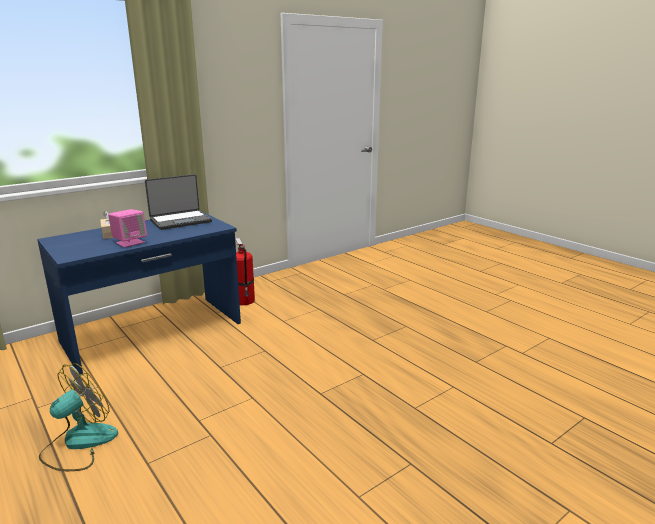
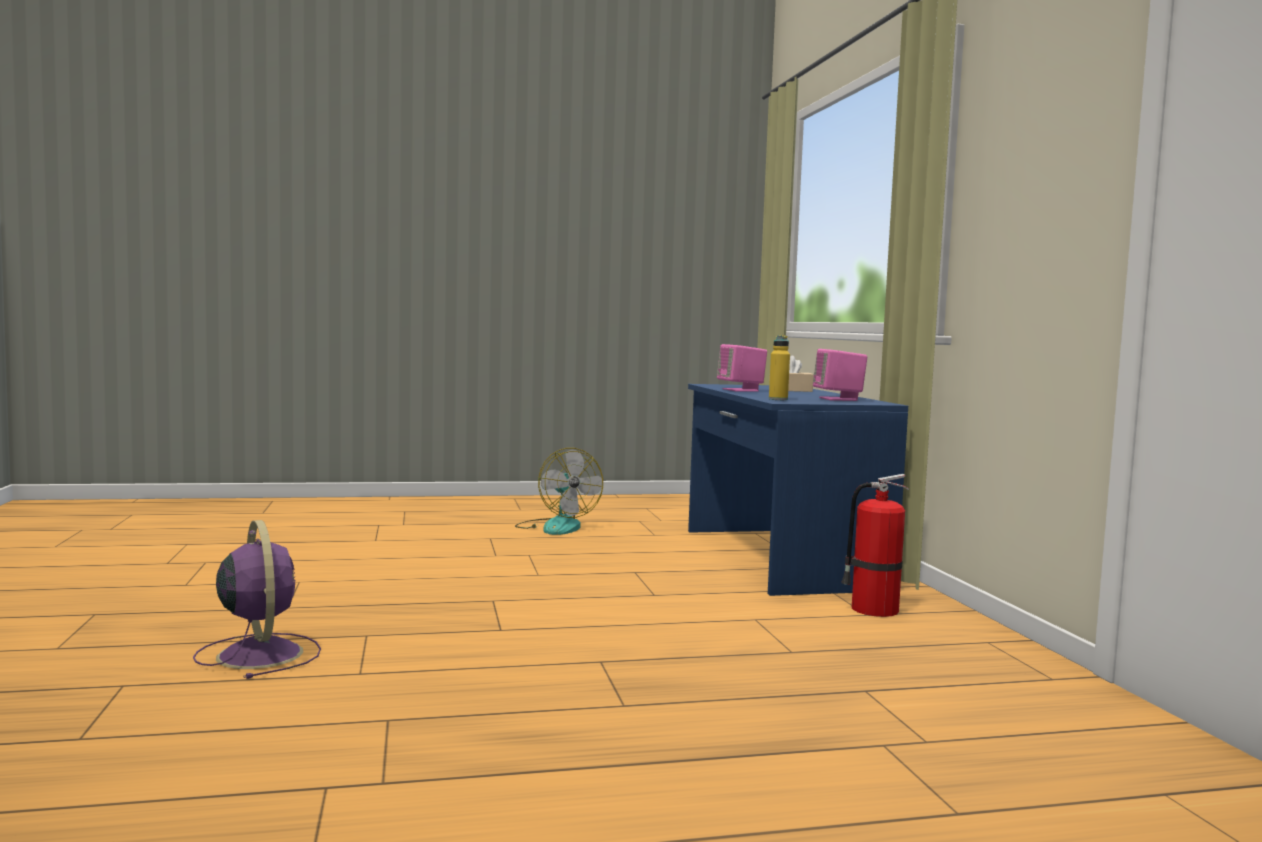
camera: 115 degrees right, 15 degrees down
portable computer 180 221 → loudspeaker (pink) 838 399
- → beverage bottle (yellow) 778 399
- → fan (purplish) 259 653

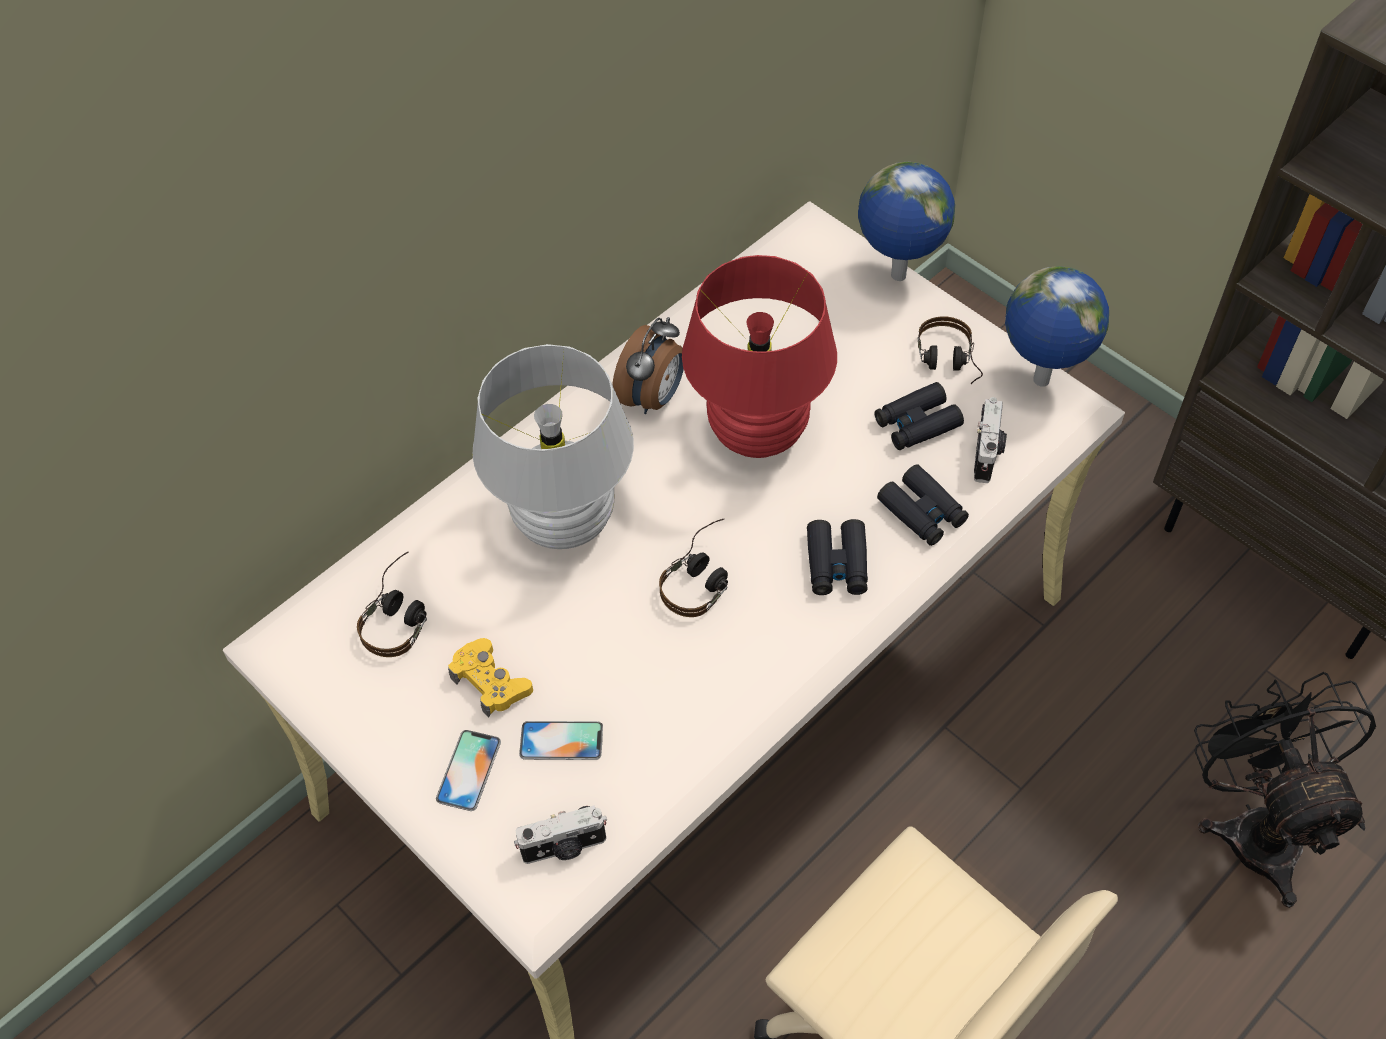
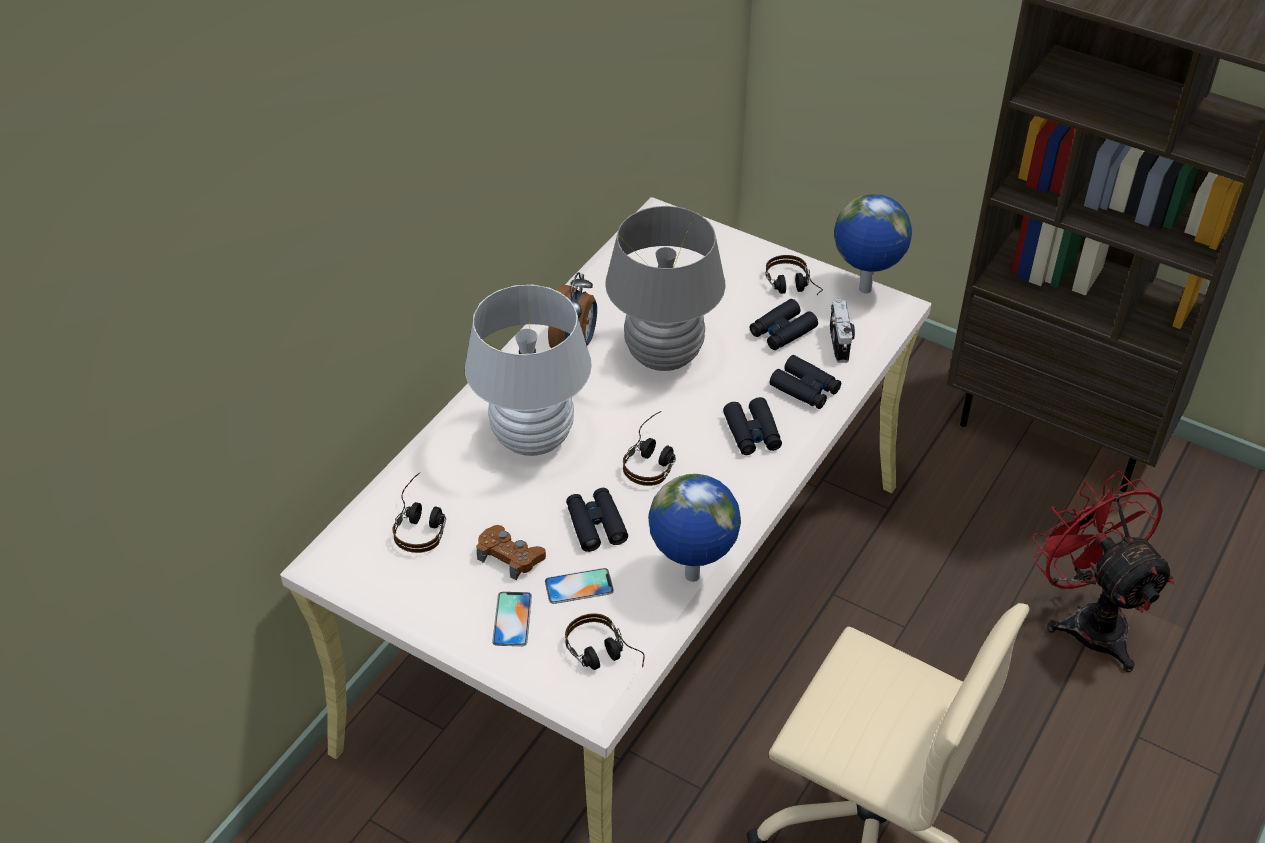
camera: 15 degrees left, 10 degrees down
desk globe 897 277 → desk globe 691 577, shifted
lamp for a table (red) 757 433 → lamp for a table (grey) 663 356
gamepad (yellow) 490 682 → gamepad (brown) 510 556
fan (black-coloured) 1255 825 → fan (red) 1088 620
photo camera 564 847 → headset 605 657
- → binoculars (black-coloured) 596 525

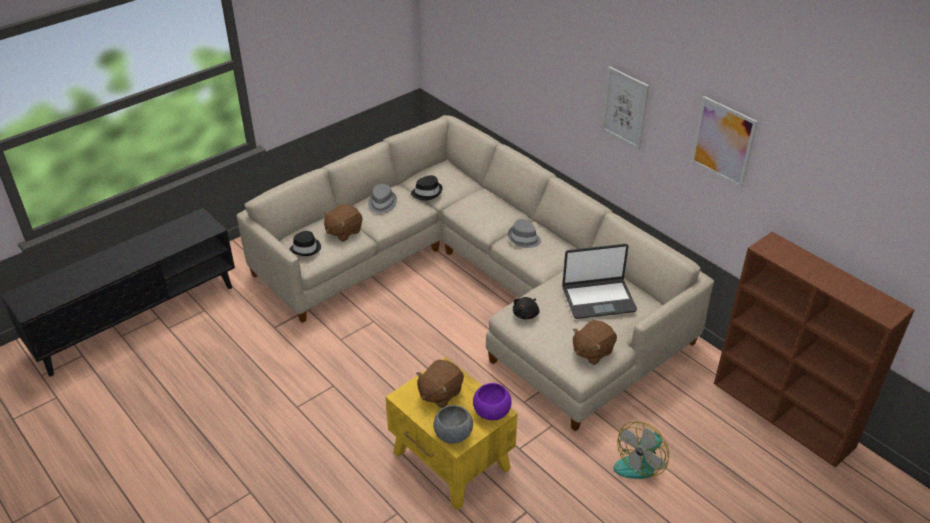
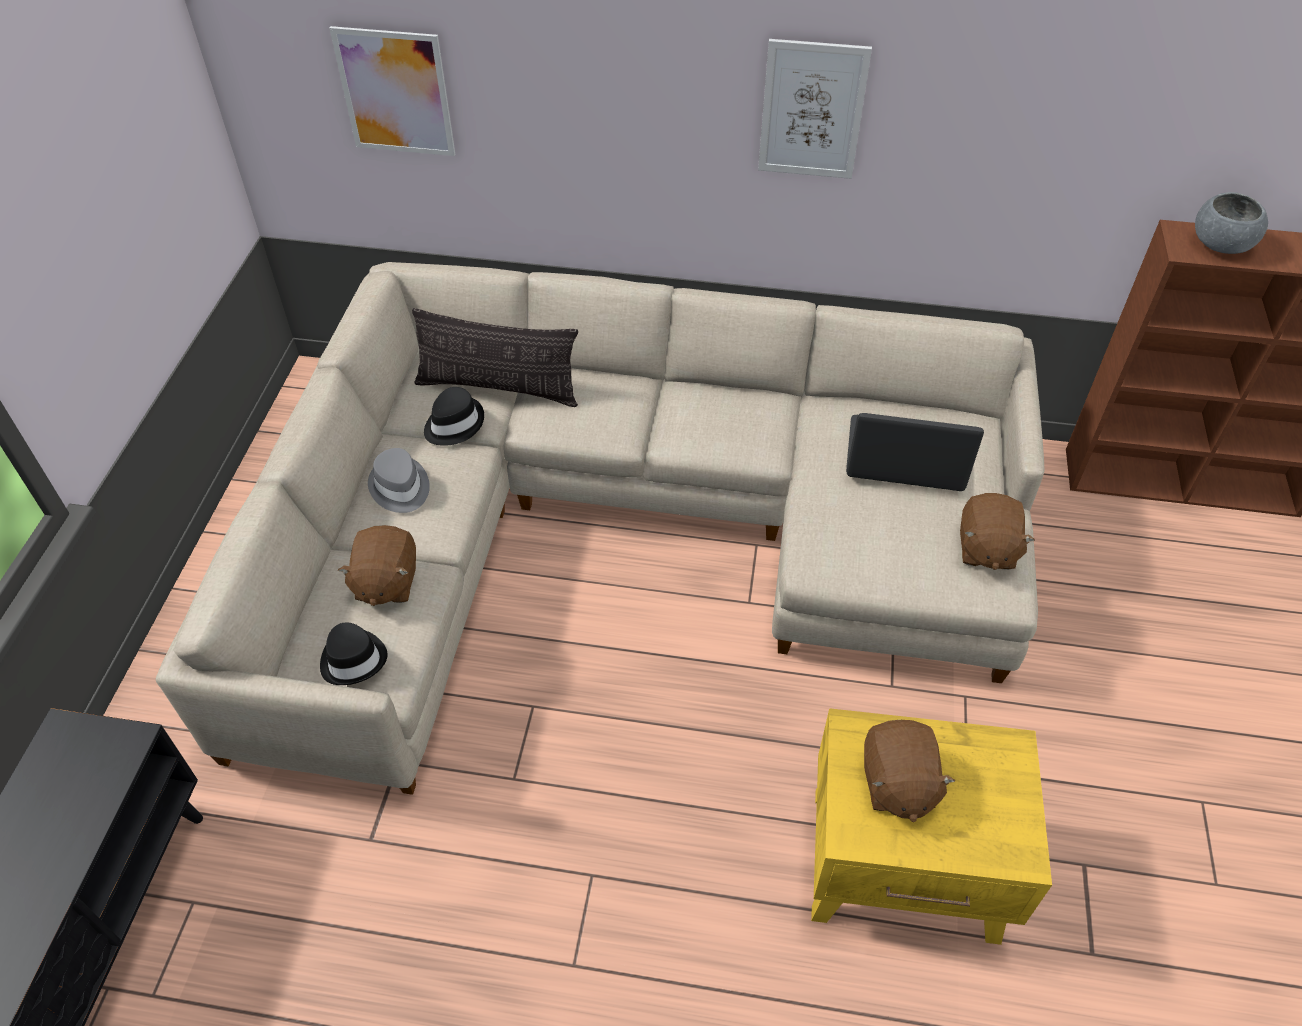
camera: 40 degrees left, 10 degrees up
wall art 723 141 → wall art 395 92, shifted
wearable hat (grey) 524 239 → -
portable computer 598 299 → portable computer 905 457, 120 degrees counterclockwise
soft toy (black-coloured) 526 314 → -
serving bowl (purplish) 491 411 → -
serving bowl (grey) 453 434 → serving bowl (grey) 1220 244, shifted
fan 641 462 → -
- → pillow 498 388

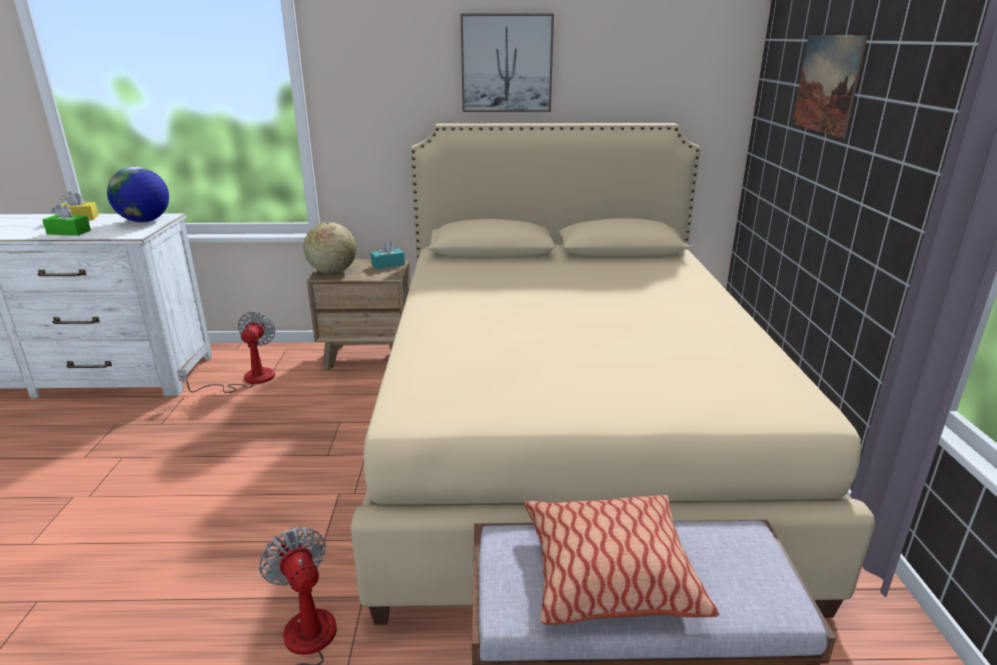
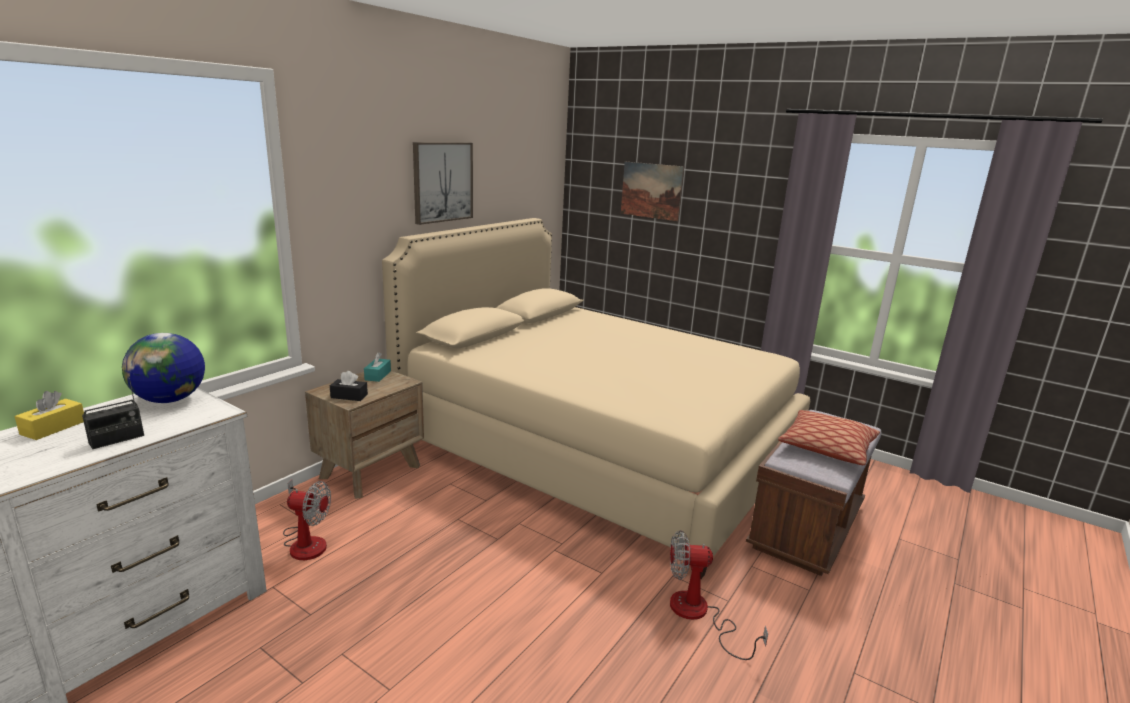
camera: 55 degrees left, 5 degrees down
box of tissues (green-coloured) 69 232 → radio 117 439
desk globe 332 272 → box of tissues (black-coloured) 349 396
fan 247 380 → fan 306 541, 150 degrees clockwise

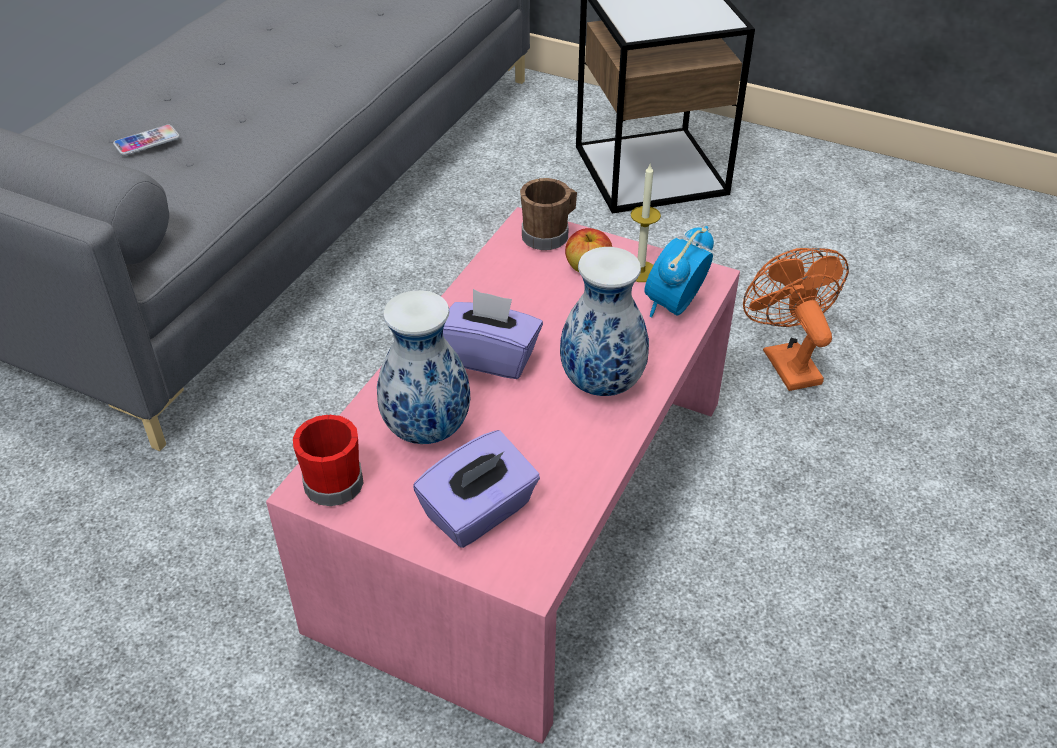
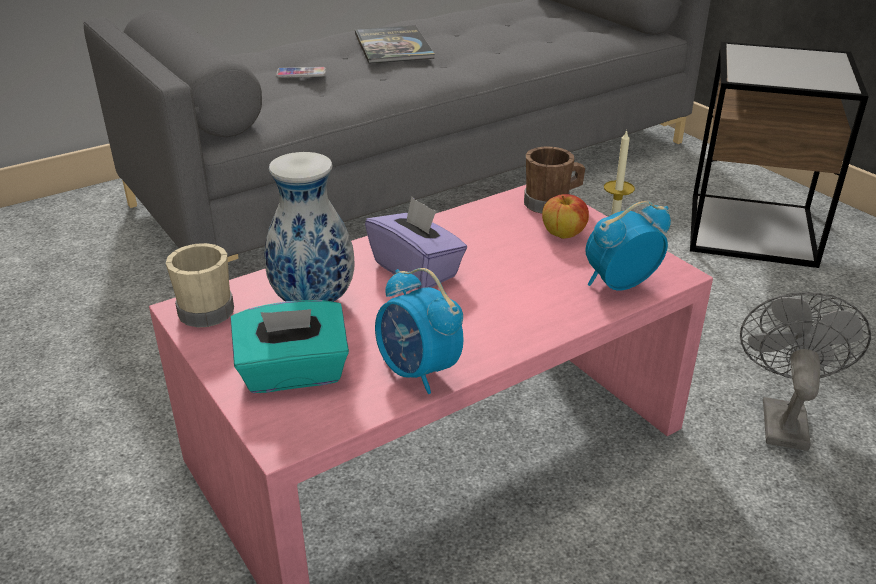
camera: 30 degrees right, 10 degrees down
flower vase 600 385 → -
fan (orange) 786 361 → fan (grey) 782 418
coffee mug (red) 331 478 → coffee mug (beige) 208 308
box of tissues (purplish) 479 512 → box of tissues (blue-green) 294 374
- → volume 393 46
- → alarm clock 418 371

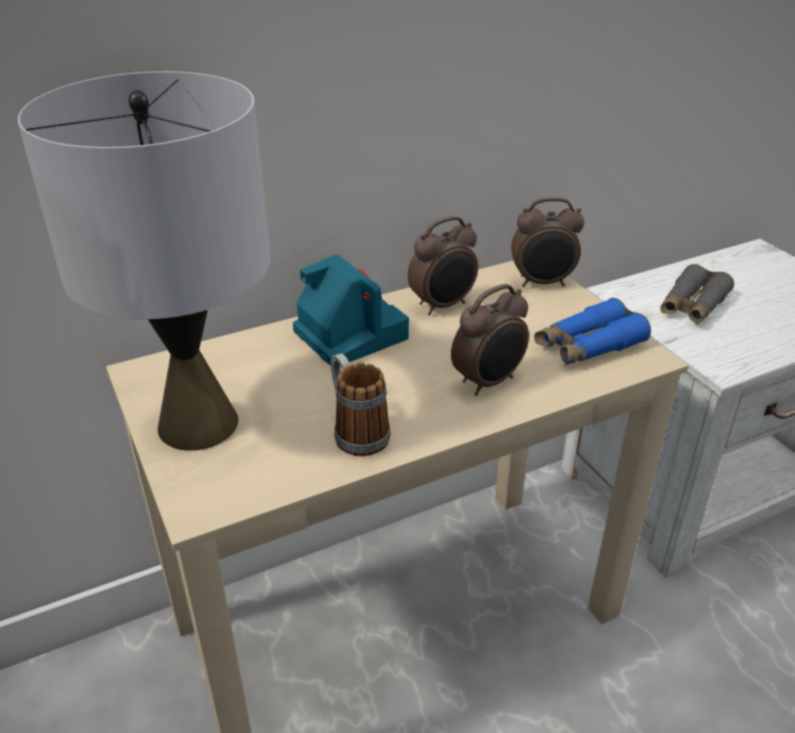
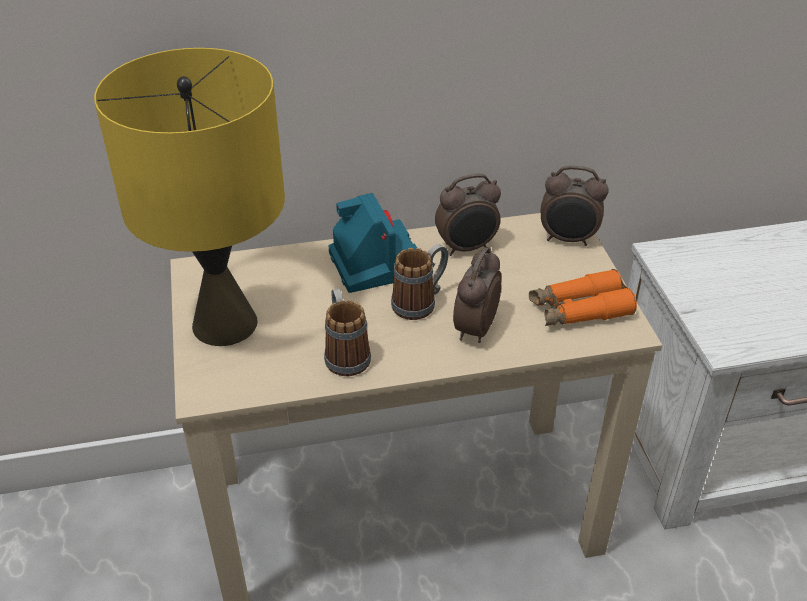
camera: 15 degrees right, 5 degrees up
lamp for a table (grey) 199 424 → lamp for a table (yellow) 225 324
binoculars (grey) 692 306 → -
alarm clock 489 382 → alarm clock 474 329, 135 degrees clockwise
binoculars (bluish) 588 346 → binoculars (orange) 579 310
- → coffee mug 420 302

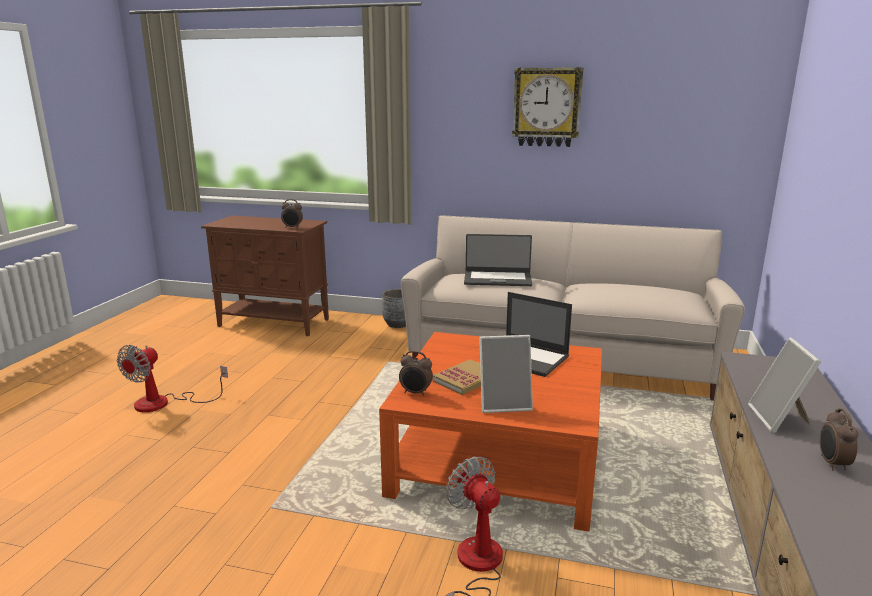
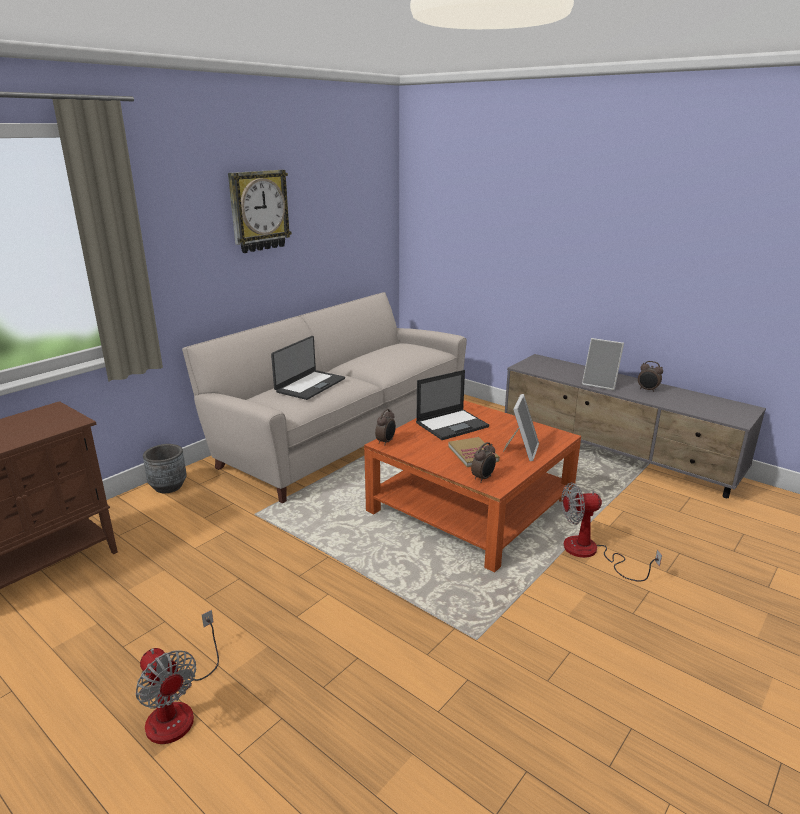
camera: 65 degrees left, 5 degrees up
alarm clock 292 227 → alarm clock 386 442, shifted

